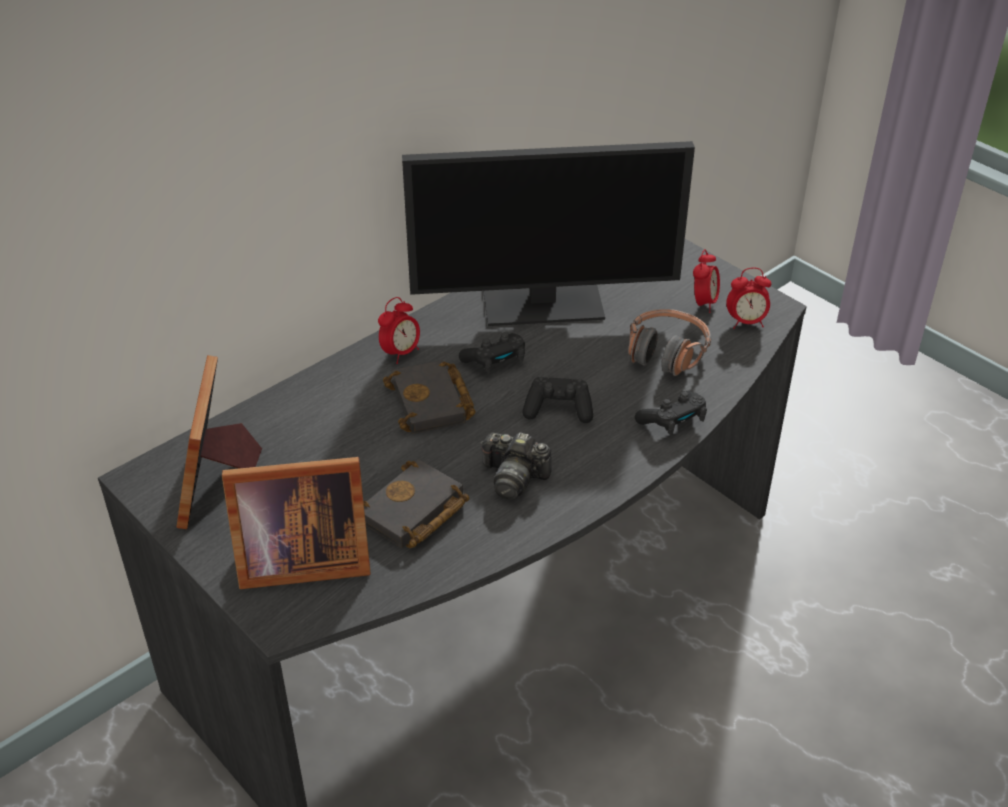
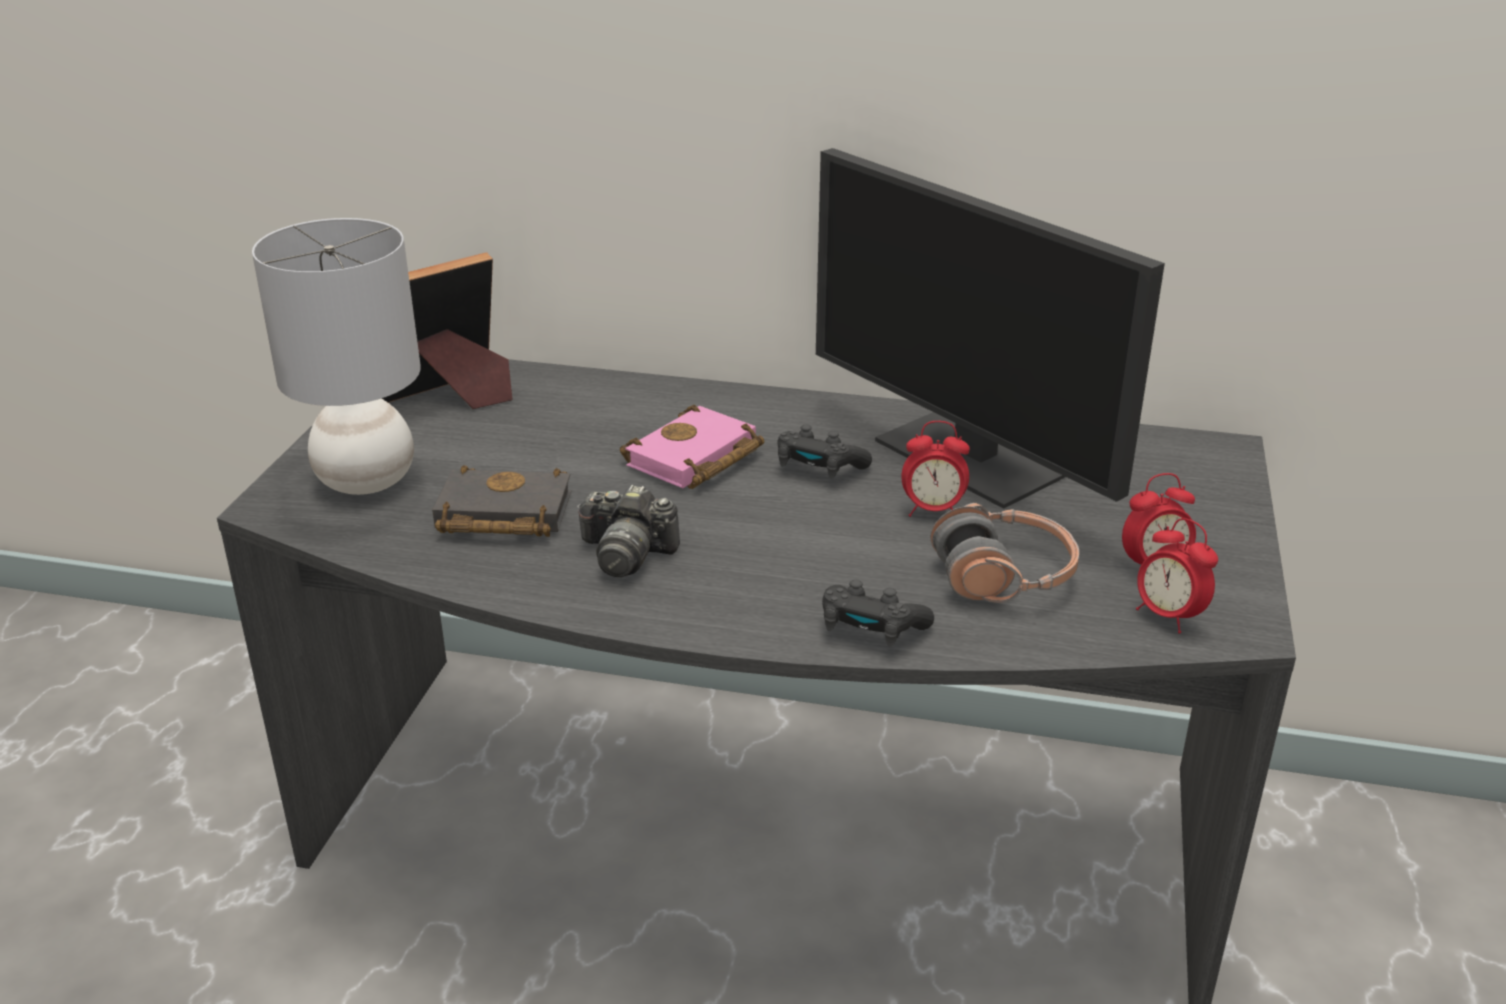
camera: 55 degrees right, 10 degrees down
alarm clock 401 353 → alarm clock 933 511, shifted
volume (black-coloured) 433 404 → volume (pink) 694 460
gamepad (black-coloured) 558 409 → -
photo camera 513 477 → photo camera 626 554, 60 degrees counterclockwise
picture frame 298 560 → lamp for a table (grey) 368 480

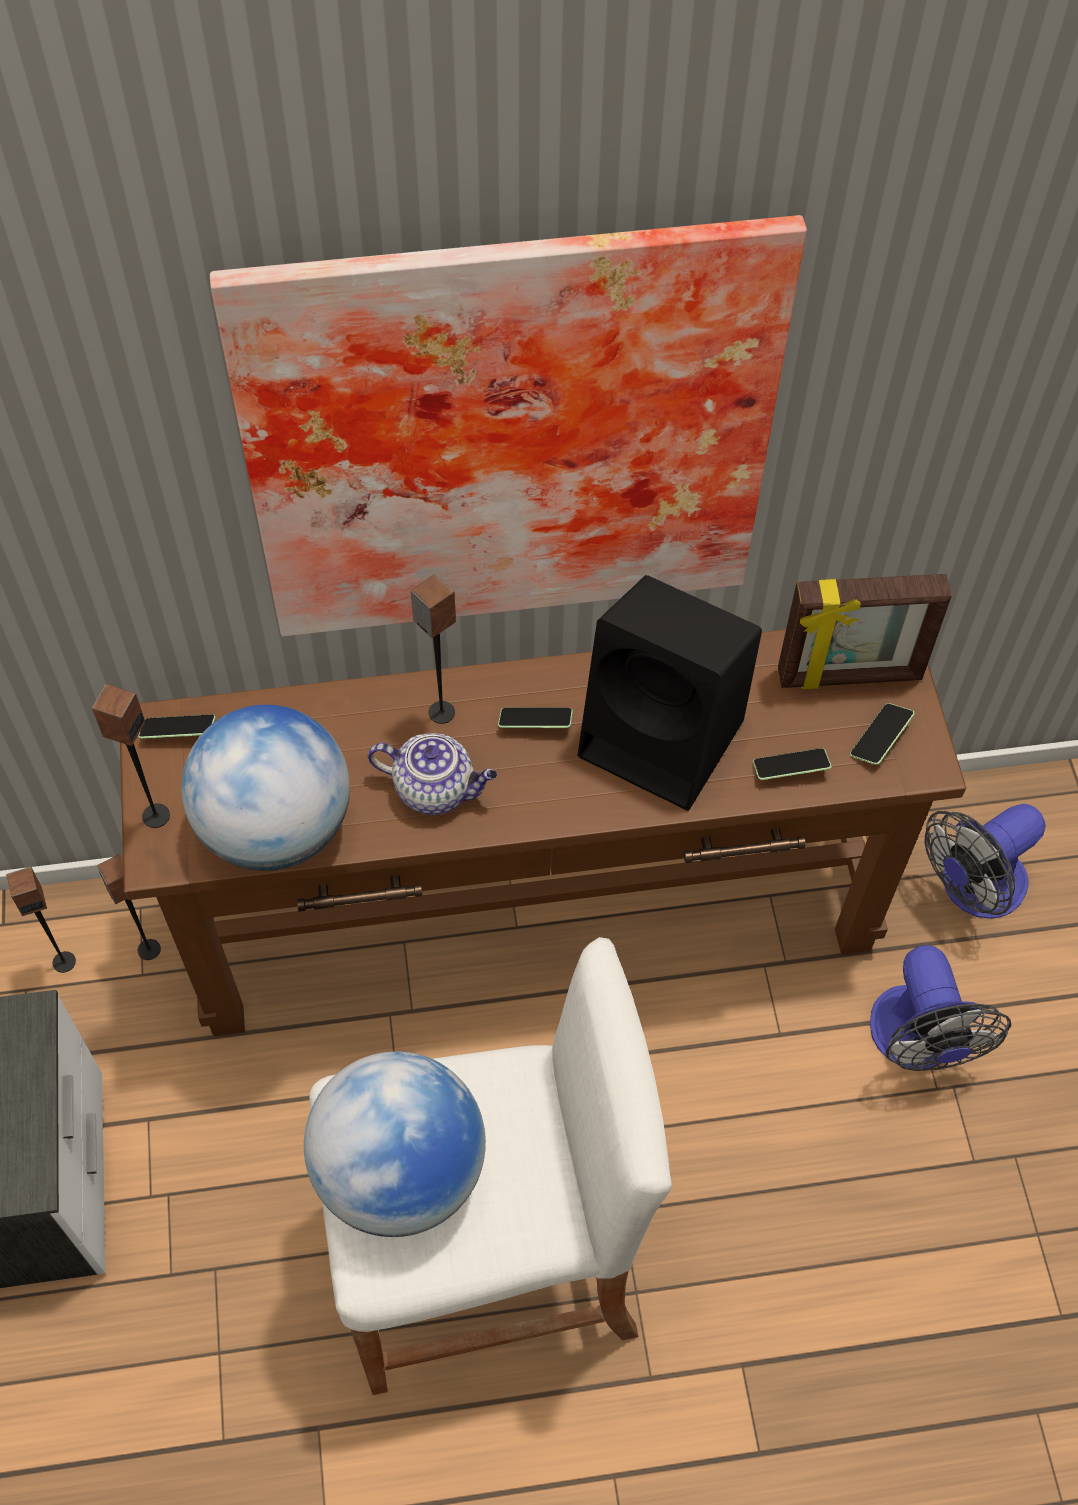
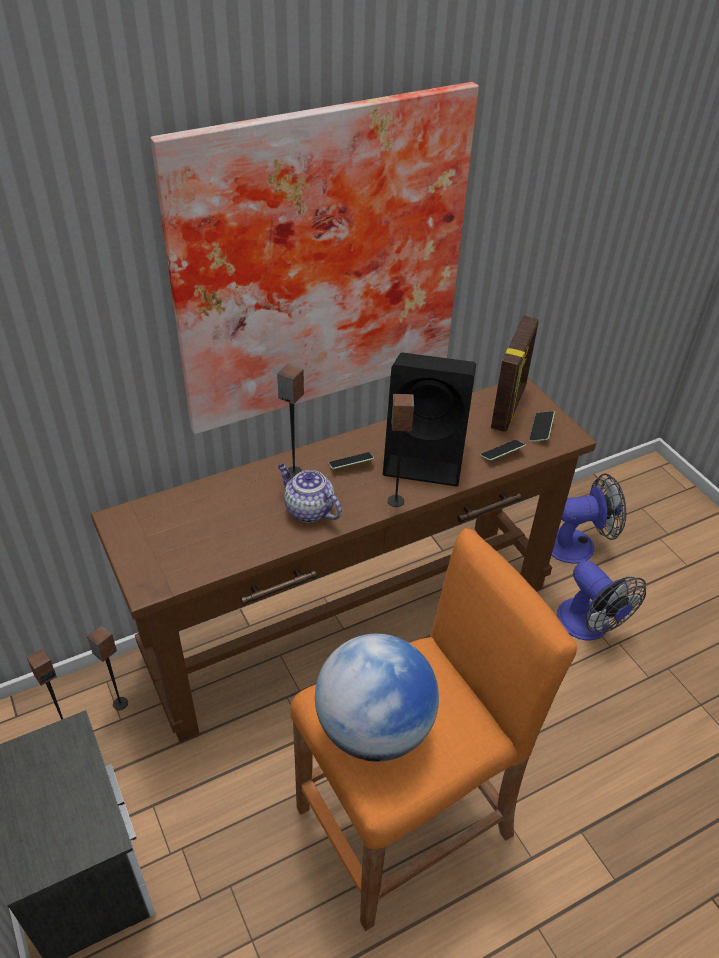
camera: 20 degrees left, 15 degrees down
picture frame 849 677 → picture frame 509 407, 45 degrees counterclockwise
loudspeaker 155 815 → loudspeaker 395 501, shifted
desk globe 276 828 → -
handset 179 732 → -
teapot 436 789 → teapot 308 510, 135 degrees counterclockwise
fan 972 889 → fan 578 544, 135 degrees counterclockwise
sitting stool (whitish) 488 1265 → sitting stool (orange) 405 823

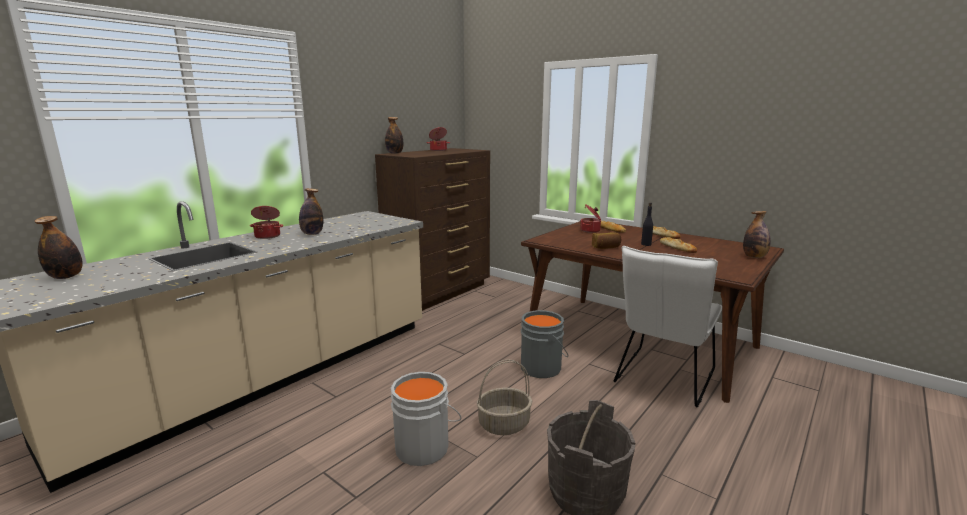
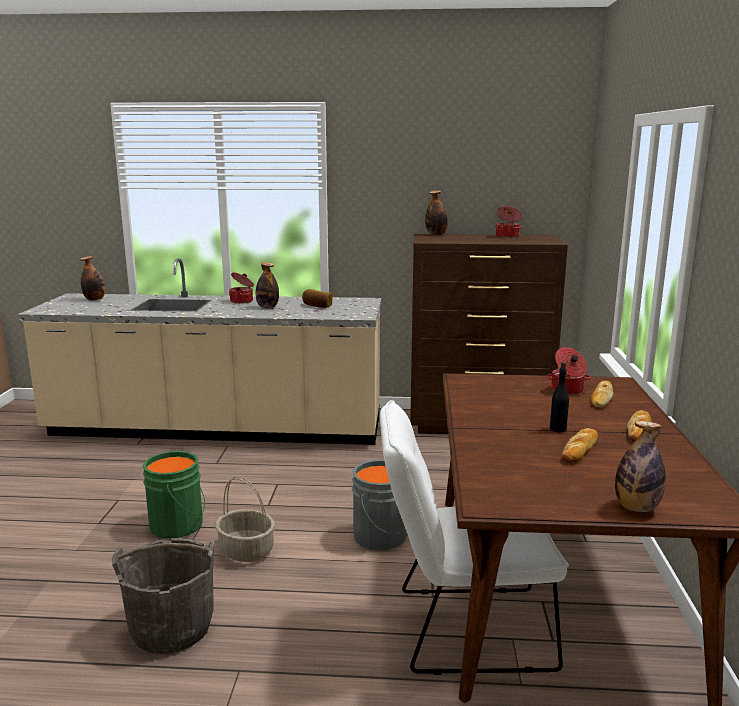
camera: 55 degrees right, 0 degrees up
bakery bread 606 247 → bakery bread 317 306, shifted
water bucket (grey) 423 446 → water bucket (green-coloured) 179 525

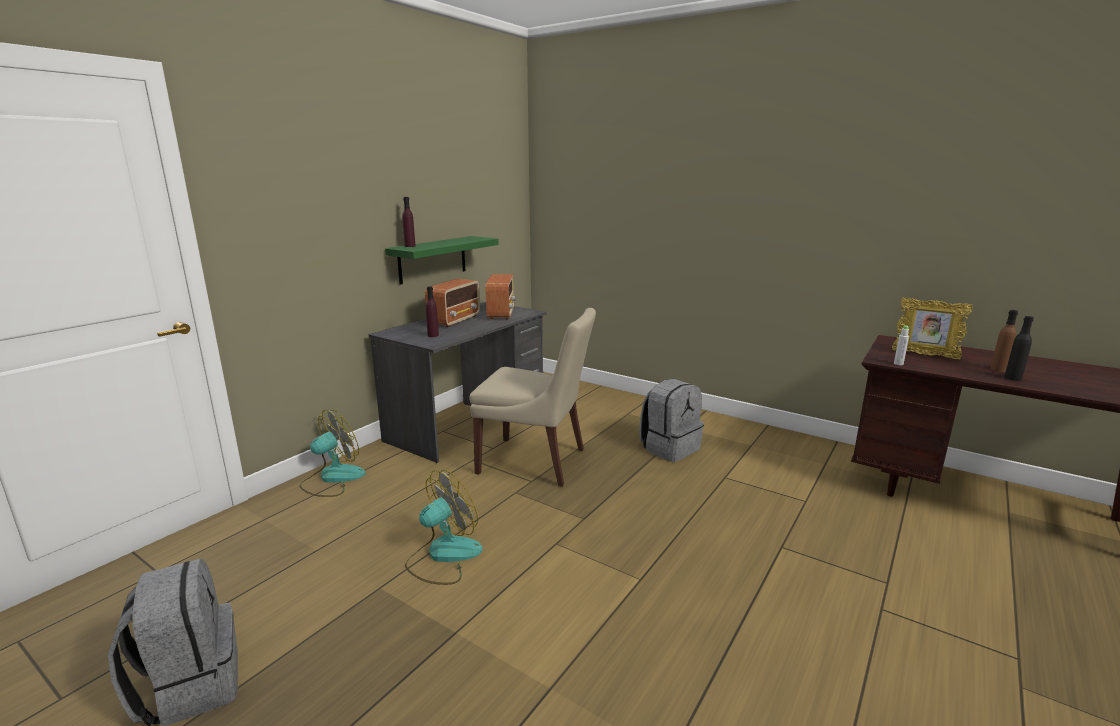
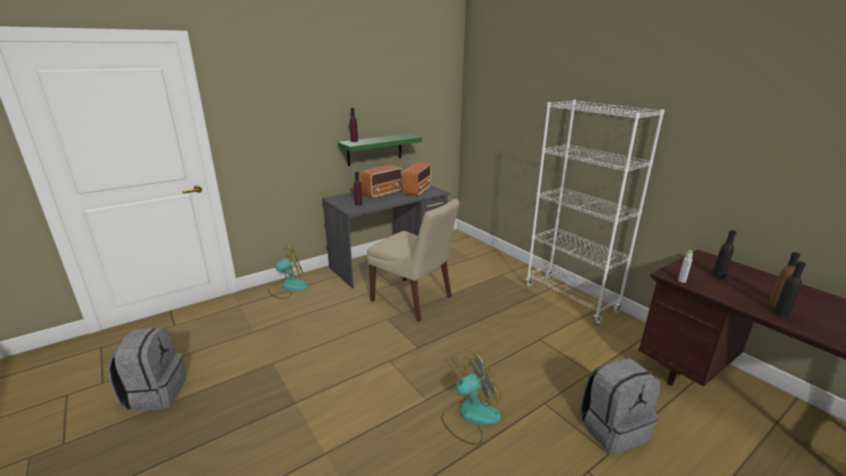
camera: 20 degrees right, 5 degrees up
picture frame 925 355 → beverage bottle (black-coloured) 718 276
rucksack (grey) 669 448 → rucksack (grey) 612 428, shifted
fan 443 556 → fan 470 416, shifted
- → bookshelf (whitish) 570 298

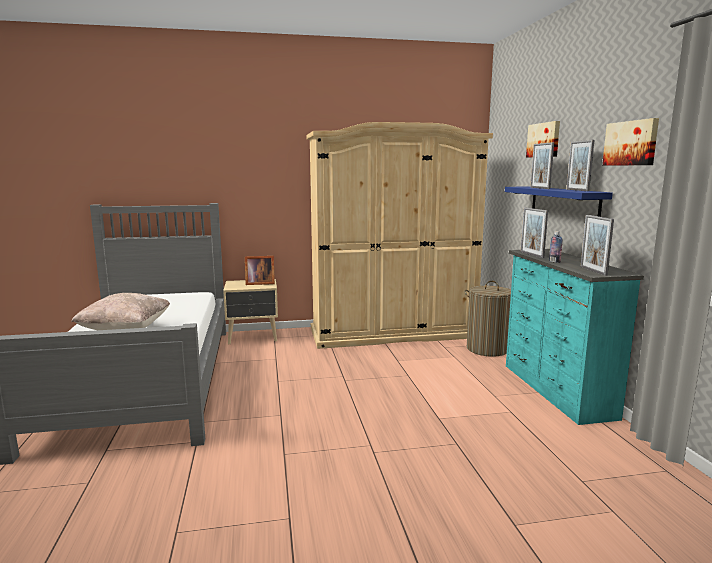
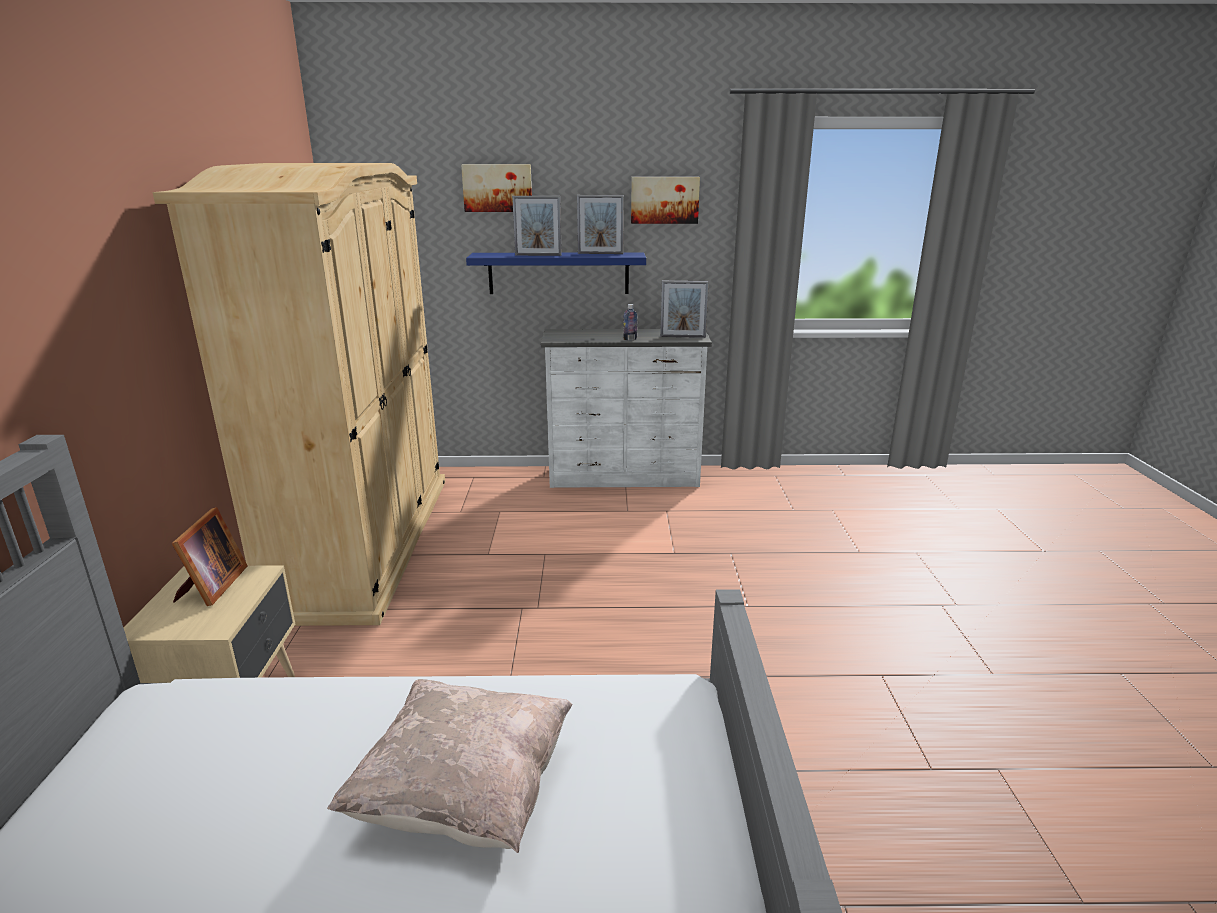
camera: 80 degrees left, 10 degrees up
picture frame 531 254 → -
drawer chest (blue-green) 555 390 → drawer chest (whitish) 625 478
hamper 487 349 → -

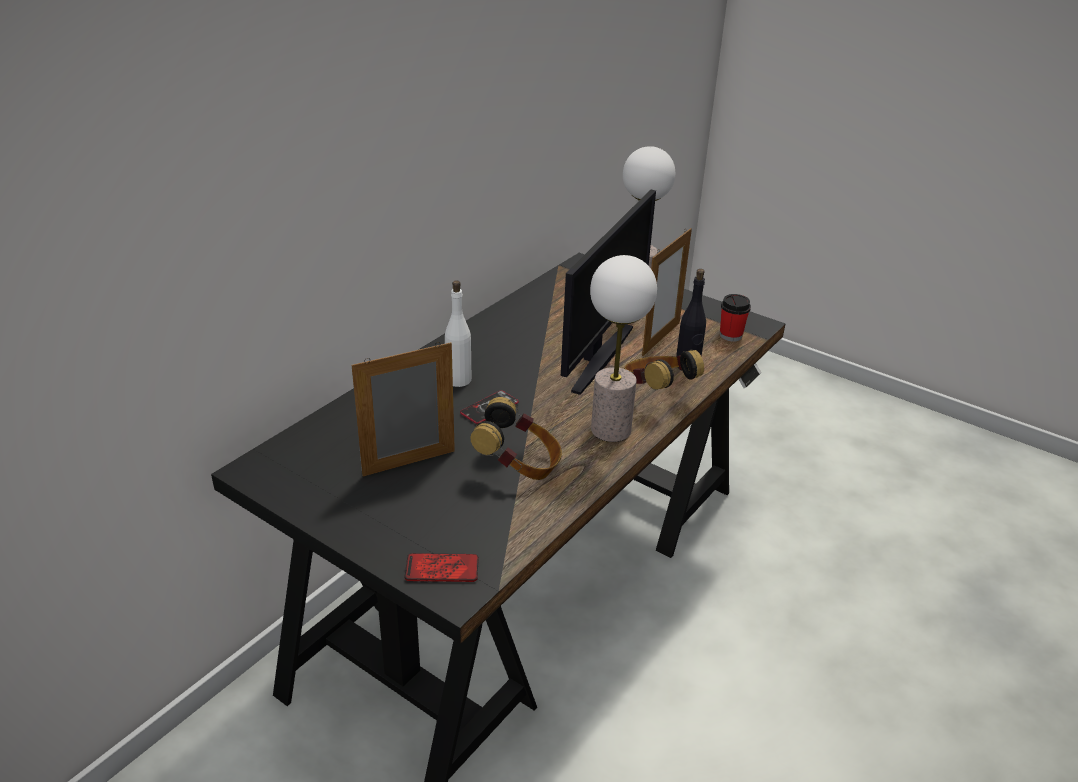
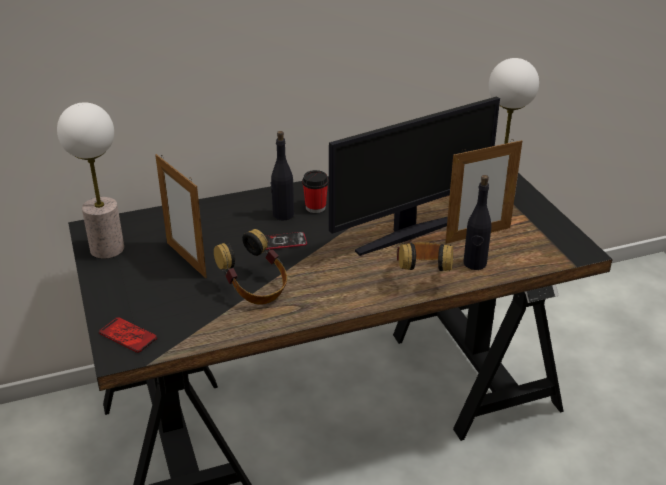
camera: 35 degrees right, 0 degrees up
lamp for a table 611 430 → lamp for a table 107 249, shifted
beverage bottle (whitish) 458 380 → beverage bottle (black-coloured) 283 215
drinking cup 730 335 → drinking cup 315 207, shifted
picture frame 409 463 → picture frame 186 259, 135 degrees counterclockwise

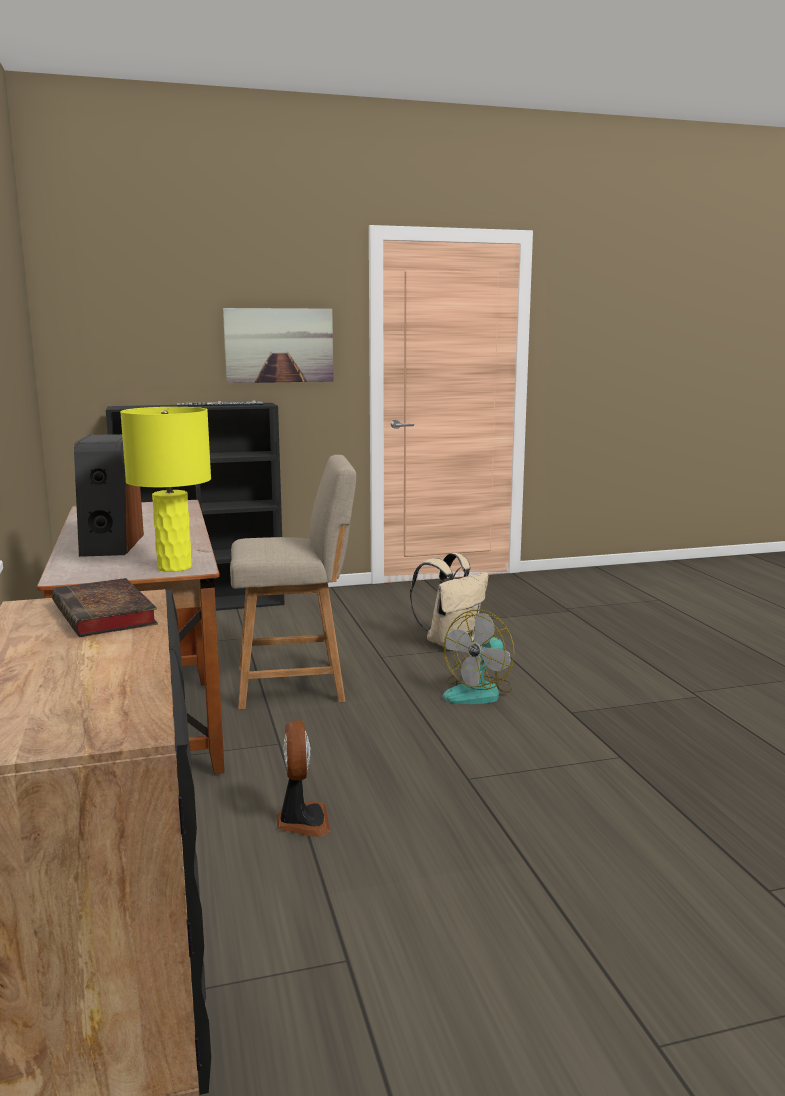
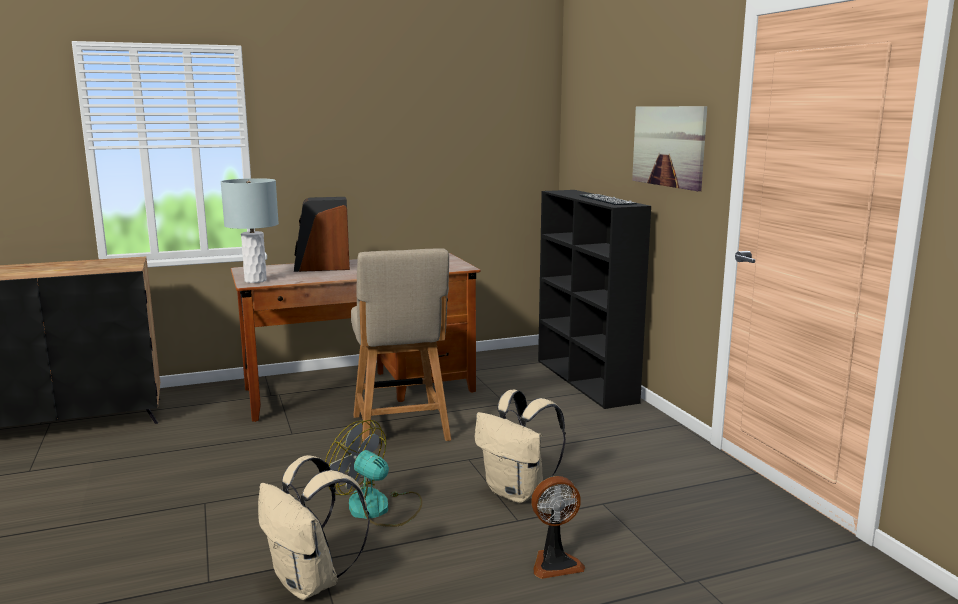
camera: 85 degrees right, 0 degrees up
lamp for a table (yellow) 174 567 → lamp for a table (grey) 255 280
volume 106 615 → -
fan 302 821 → fan 555 563, shifted
- → rucksack (beige) 311 583

